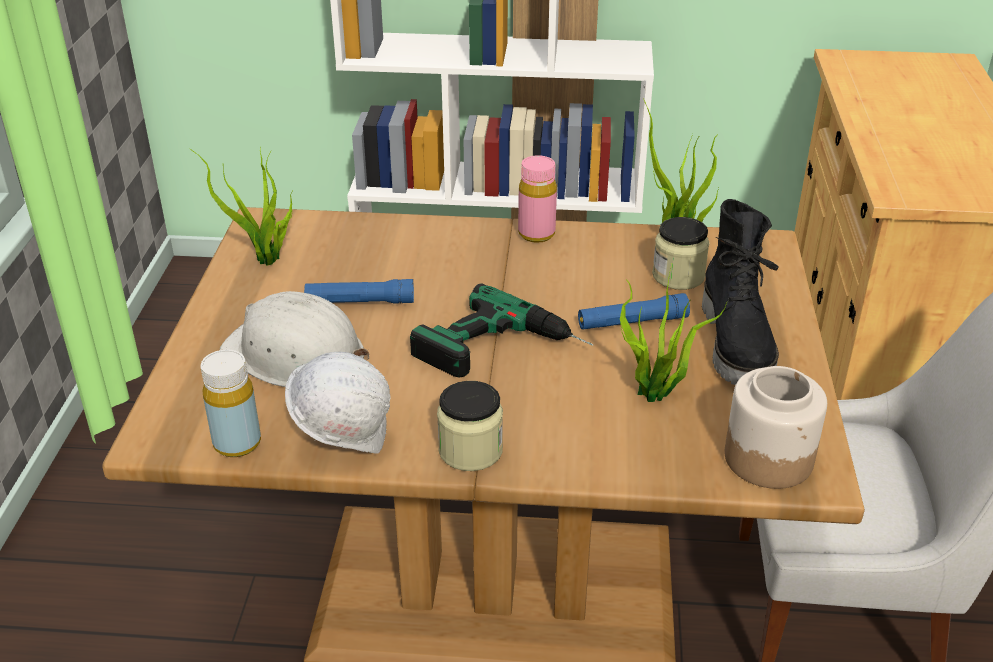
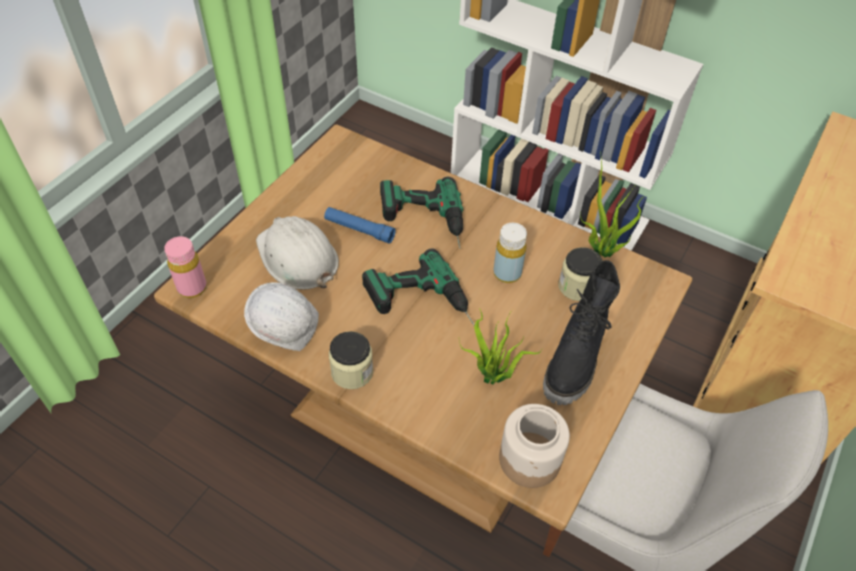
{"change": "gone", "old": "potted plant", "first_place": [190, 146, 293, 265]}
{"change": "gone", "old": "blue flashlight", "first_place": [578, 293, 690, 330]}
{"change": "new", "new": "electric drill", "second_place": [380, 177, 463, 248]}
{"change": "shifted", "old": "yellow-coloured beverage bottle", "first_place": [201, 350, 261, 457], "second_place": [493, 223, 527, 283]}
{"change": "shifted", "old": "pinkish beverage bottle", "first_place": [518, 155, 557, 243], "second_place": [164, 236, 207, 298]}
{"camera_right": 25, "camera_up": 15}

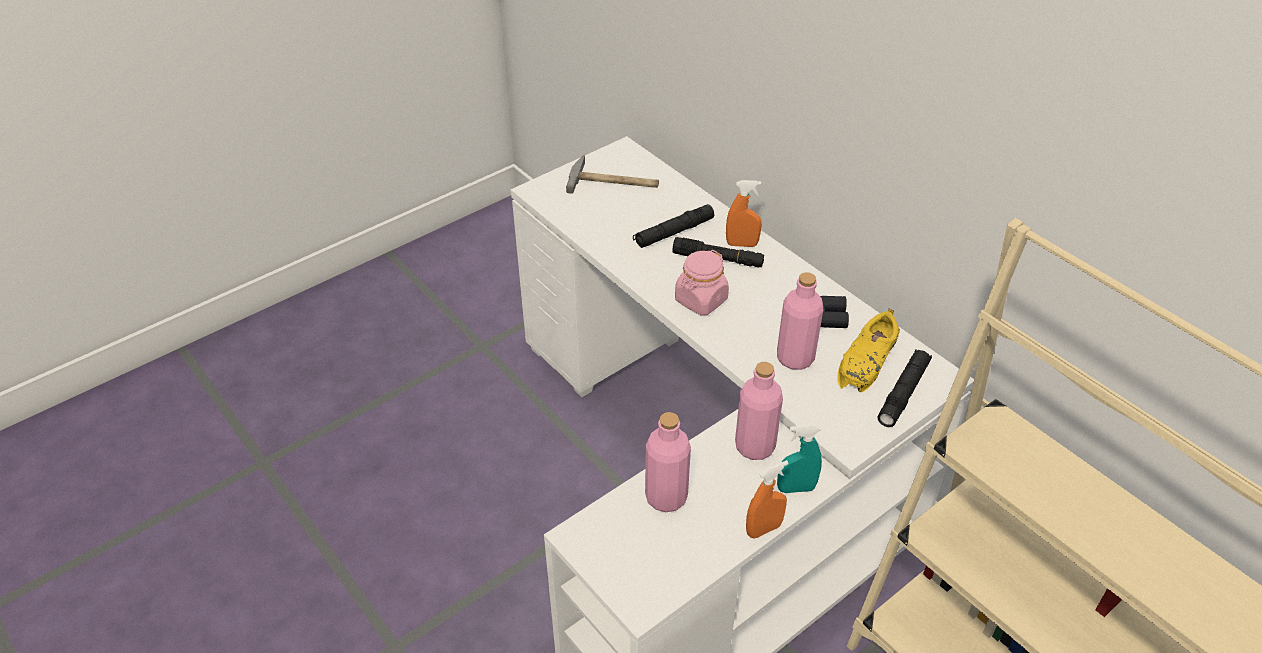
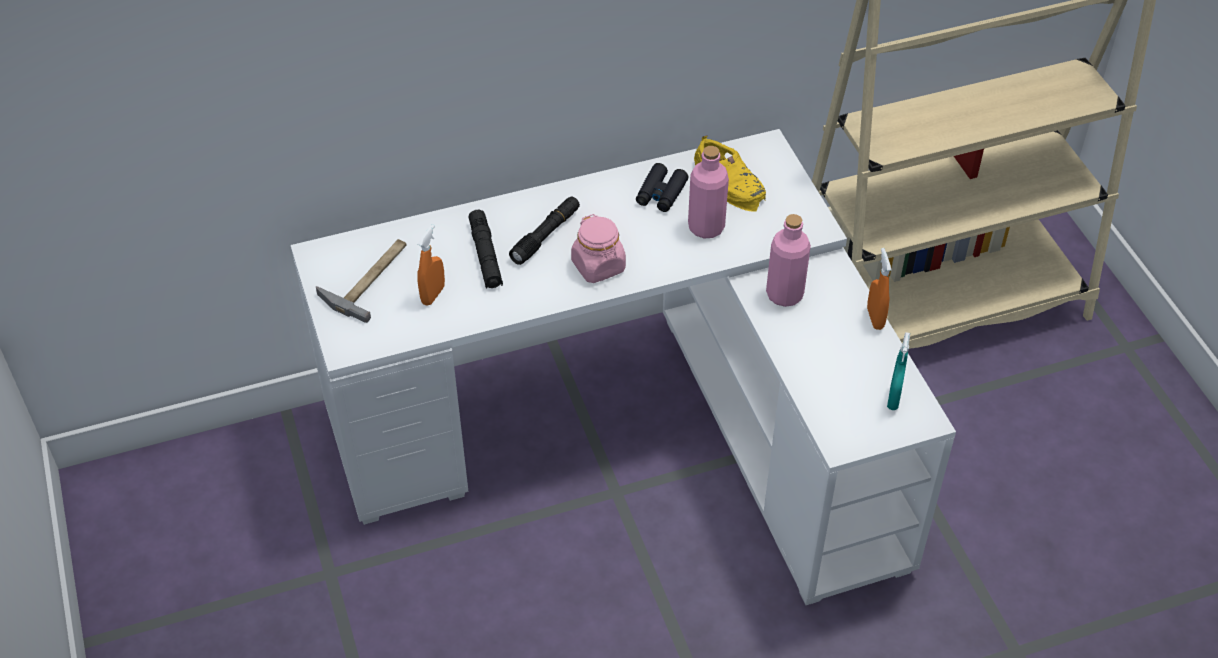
{"change": "gone", "old": "pinkish beverage bottle", "first_place": [645, 412, 691, 512]}
{"change": "gone", "old": "black flashlight", "first_place": [877, 349, 932, 427]}
{"change": "shifted", "old": "orangey hand sprayer", "first_place": [726, 180, 762, 247], "second_place": [418, 224, 445, 306]}
{"change": "shifted", "old": "blue-green hand sprayer", "first_place": [777, 424, 822, 493], "second_place": [887, 332, 910, 410]}
{"camera_right": -70, "camera_up": 5}

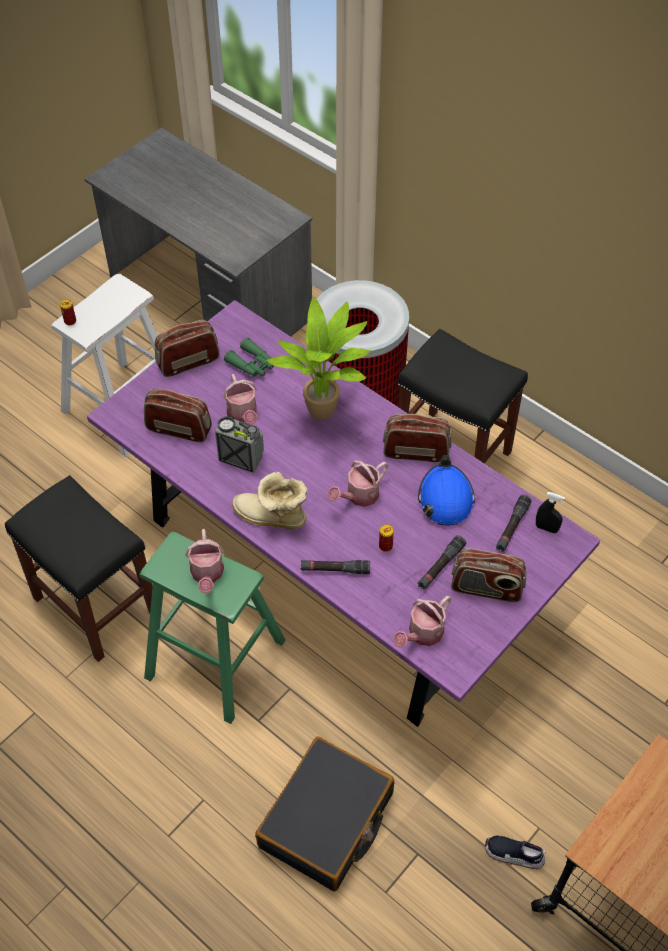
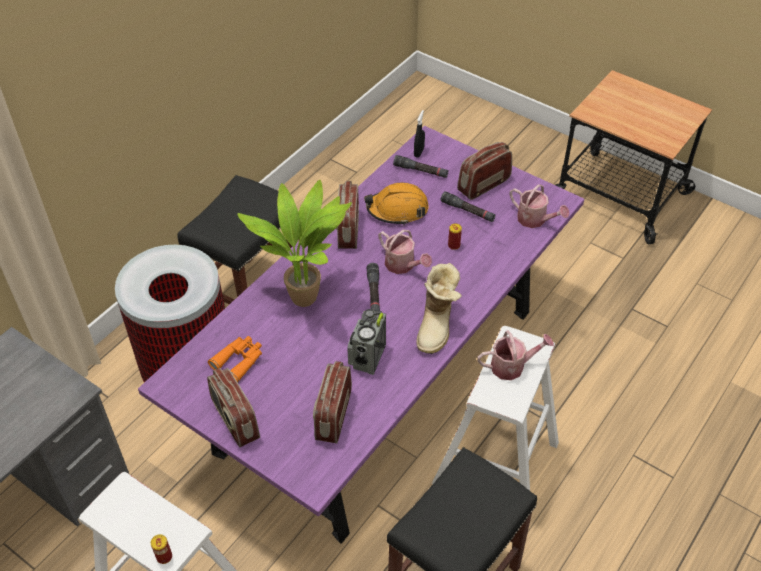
{"change": "gone", "old": "watering can", "first_place": [223, 374, 257, 425]}
{"change": "gone", "old": "black travel case", "first_place": [255, 737, 394, 892]}
{"change": "gone", "old": "low shoe", "first_place": [485, 835, 546, 869]}
{"change": "shifted", "old": "black flashlight", "first_place": [301, 560, 370, 574], "second_place": [367, 263, 380, 316]}
{"change": "repainted", "old": "green stool", "new": "whitish stool", "first_place": [140, 532, 286, 724], "second_place": [432, 326, 559, 491]}
{"change": "repainted", "old": "green pair of binoculars", "new": "orangey pair of binoculars", "first_place": [224, 337, 274, 377], "second_place": [208, 336, 262, 382]}
{"change": "repainted", "old": "blue safety helmet", "new": "orangey safety helmet", "first_place": [418, 455, 475, 526], "second_place": [364, 183, 429, 225]}
{"change": "rotated", "old": "radio receiver", "first_place": [451, 548, 526, 602], "second_place": [457, 142, 512, 200], "degrees": -135}
{"camera_right": -95, "camera_up": -5}

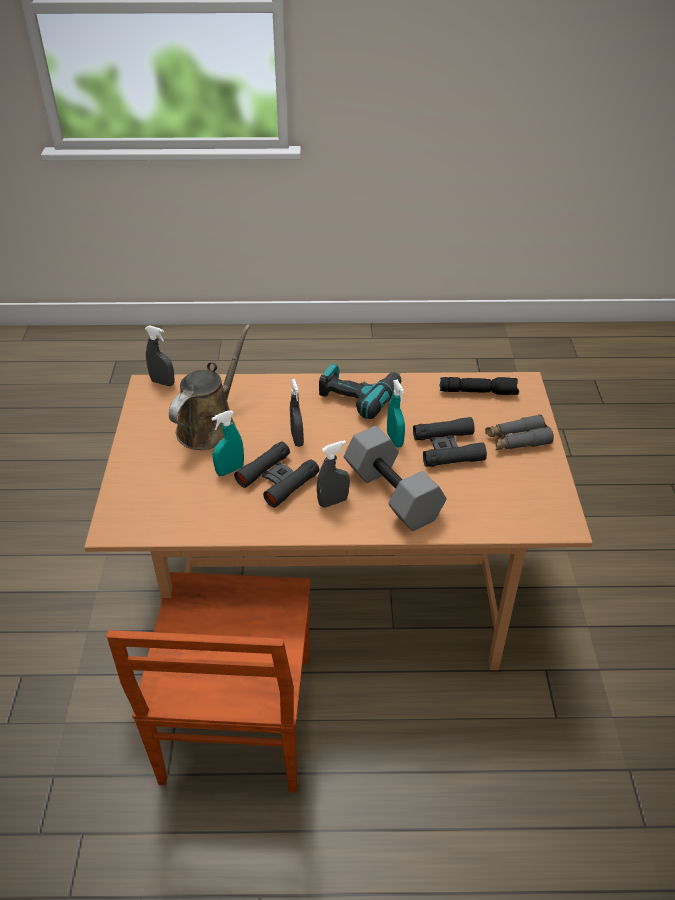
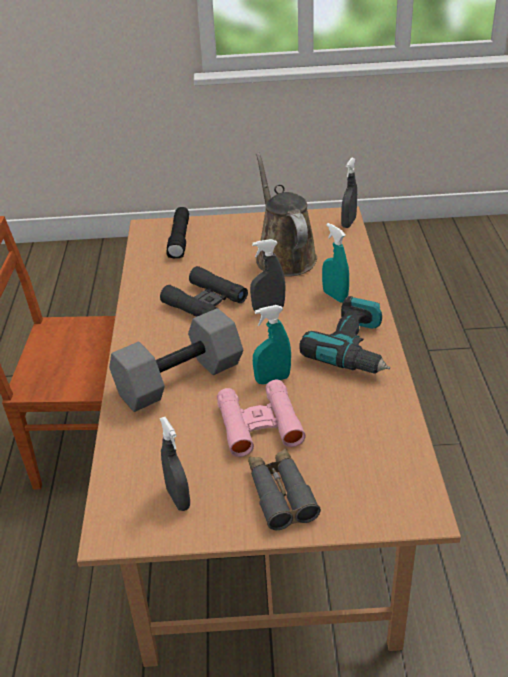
{"change": "shifted", "old": "blue-green hand sprayer", "first_place": [211, 410, 244, 476], "second_place": [322, 223, 349, 303]}
{"change": "shifted", "old": "gray hand sprayer", "first_place": [317, 440, 350, 508], "second_place": [160, 417, 190, 511]}
{"change": "shifted", "old": "black flashlight", "first_place": [440, 377, 519, 395], "second_place": [166, 207, 189, 258]}
{"change": "repainted", "old": "black pair of binoculars", "new": "pinkish pair of binoculars", "first_place": [413, 417, 487, 467], "second_place": [217, 380, 306, 457]}
{"change": "rotated", "old": "brown-coloured watering can", "first_place": [169, 324, 251, 450], "second_place": [256, 152, 317, 277], "degrees": -135}
{"camera_right": 90, "camera_up": -5}

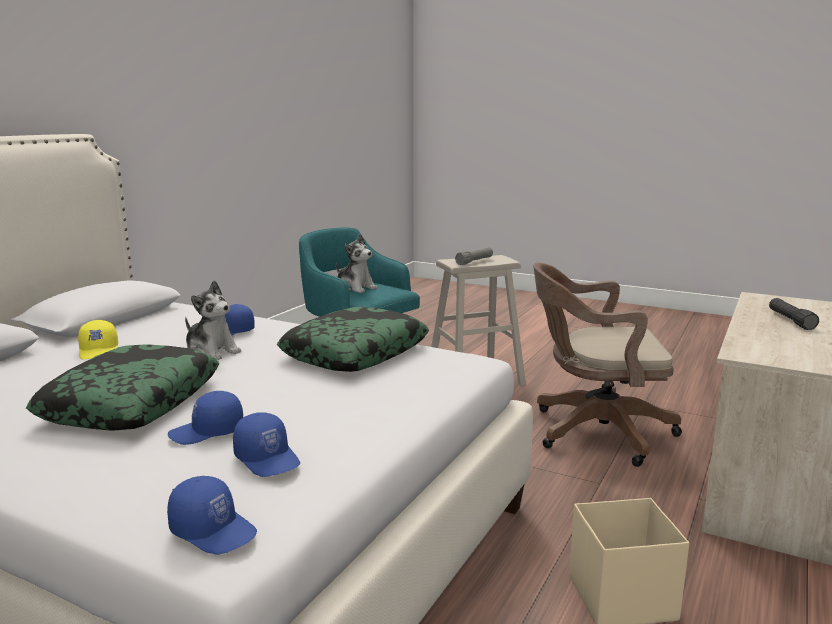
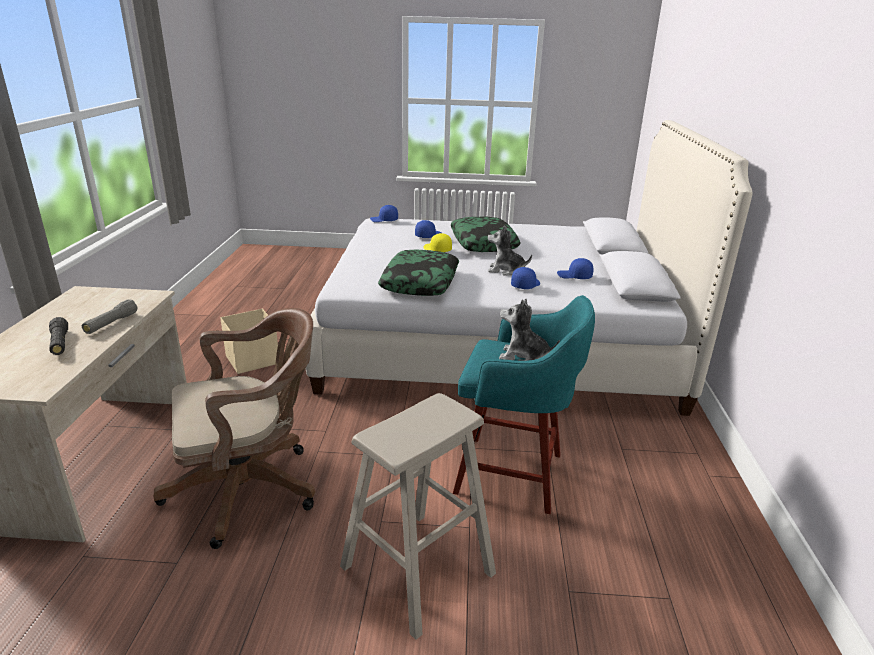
{"change": "shifted", "old": "yellow-coloured baseball cap", "first_place": [78, 320, 118, 360], "second_place": [423, 233, 452, 252]}
{"change": "shifted", "old": "blue baseball cap", "first_place": [233, 412, 300, 477], "second_place": [557, 258, 594, 279]}
{"change": "shifted", "old": "gray flashlight", "first_place": [455, 247, 493, 265], "second_place": [82, 300, 138, 334]}
{"camera_right": 155, "camera_up": 10}

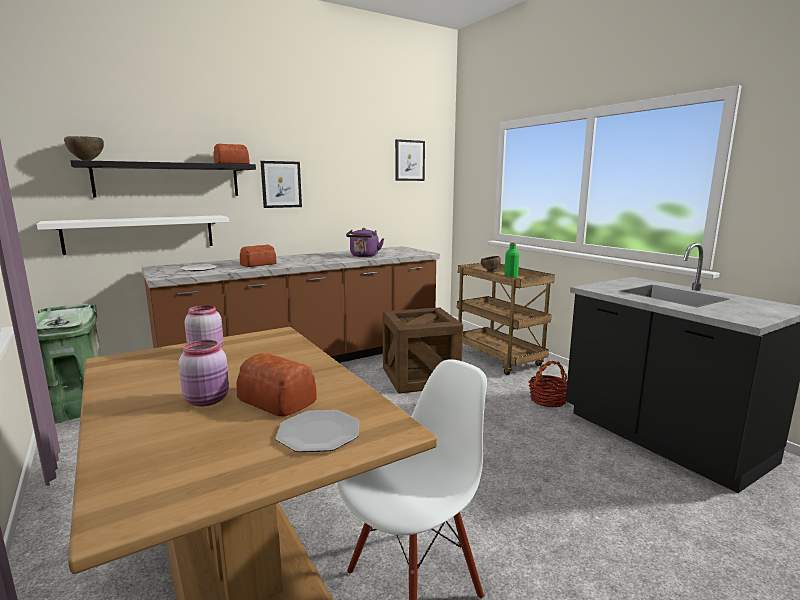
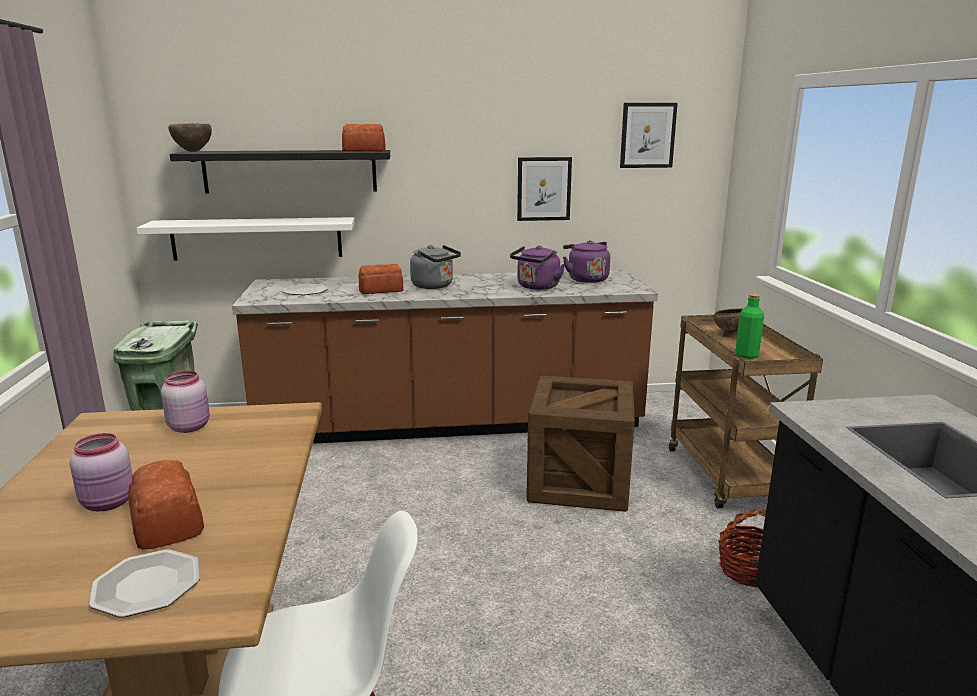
{"change": "new", "new": "gray kettle", "second_place": [410, 245, 461, 289]}
{"change": "new", "new": "purplish kettle", "second_place": [563, 240, 610, 283]}
{"change": "shifted", "old": "picture", "first_place": [261, 161, 302, 208], "second_place": [517, 157, 572, 221]}
{"camera_right": 25, "camera_up": 5}

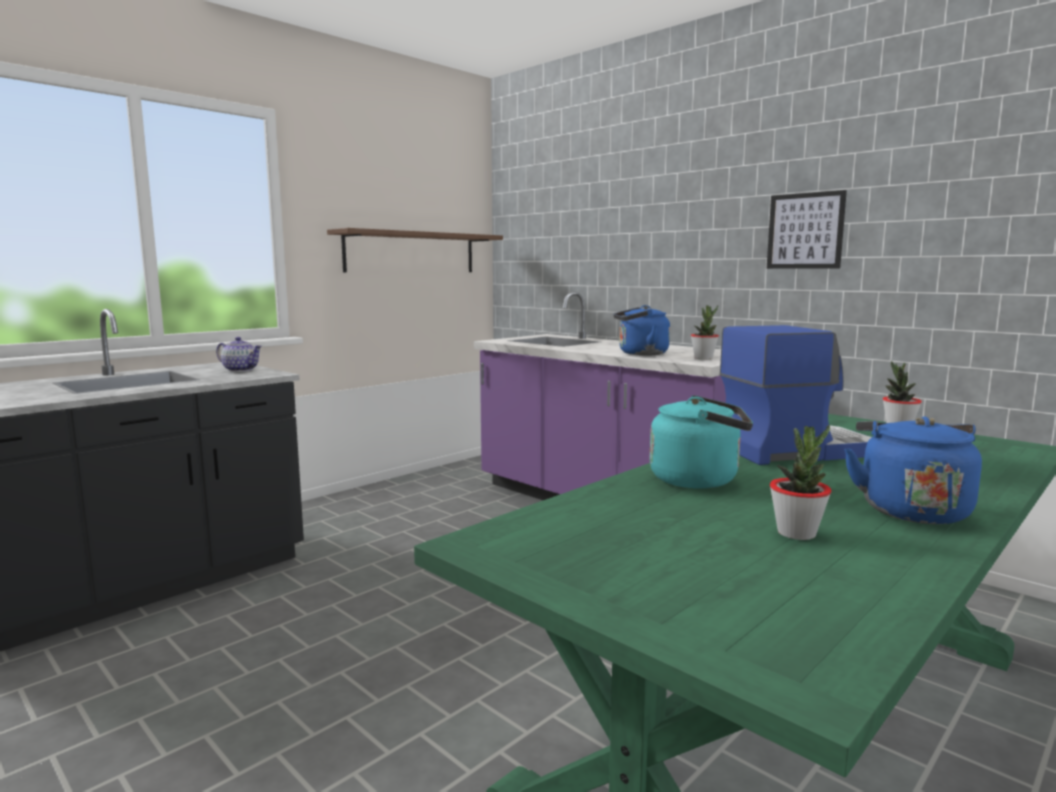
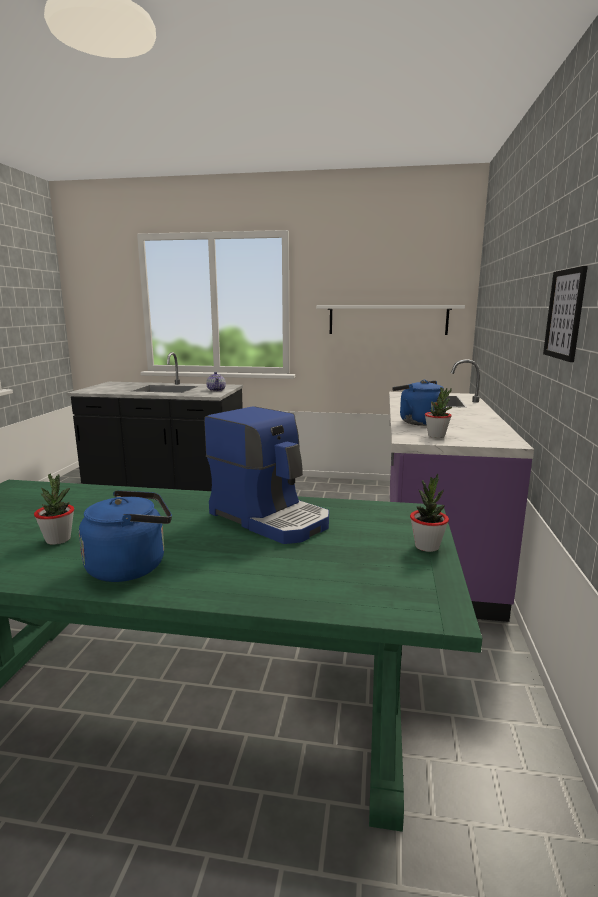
{"change": "gone", "old": "blue-green kettle", "first_place": [649, 395, 753, 489]}
{"change": "repainted", "old": "brown-coloured wall shelf", "new": "whitish wall shelf", "first_place": [327, 228, 503, 273], "second_place": [316, 305, 465, 335]}
{"camera_right": 55, "camera_up": 5}

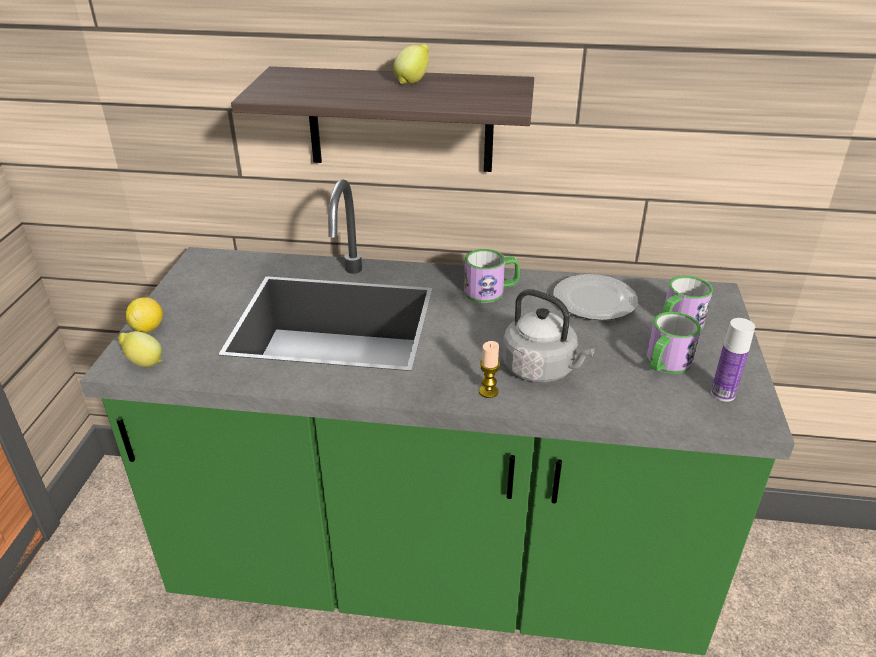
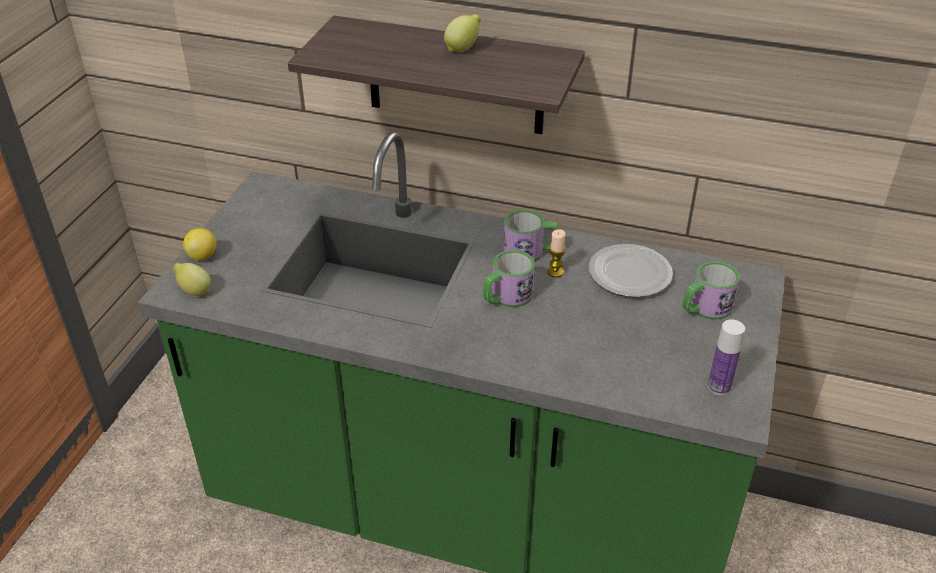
{"change": "gone", "old": "gray kettle", "first_place": [503, 289, 595, 383]}
{"change": "shifted", "old": "candle", "first_place": [479, 341, 500, 398], "second_place": [547, 229, 566, 277]}
{"change": "shifted", "old": "coffee mug", "first_place": [647, 311, 701, 374], "second_place": [483, 250, 535, 307]}
{"camera_right": 10, "camera_up": 5}

